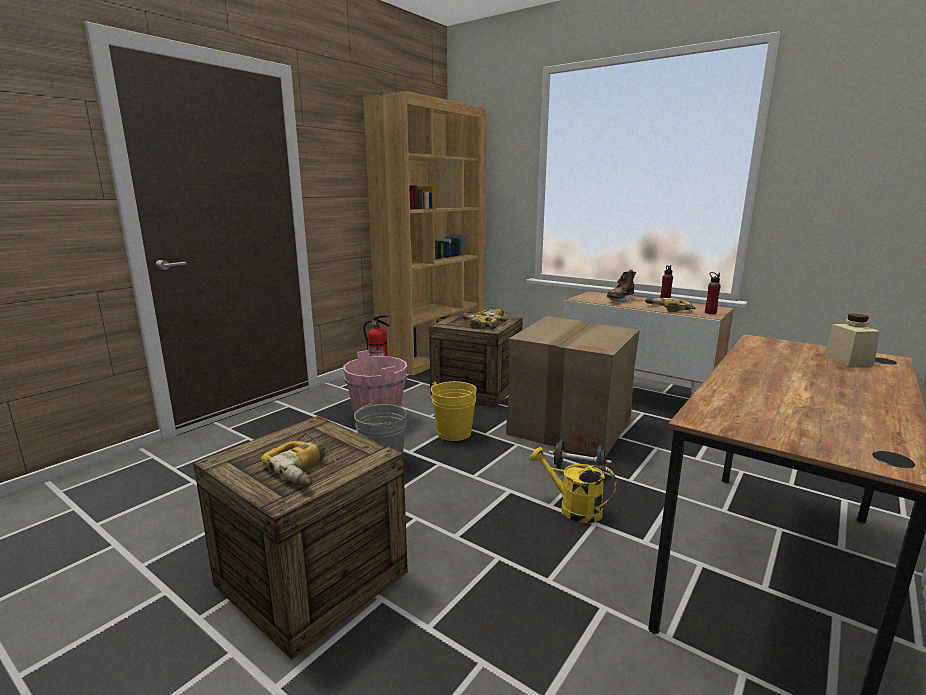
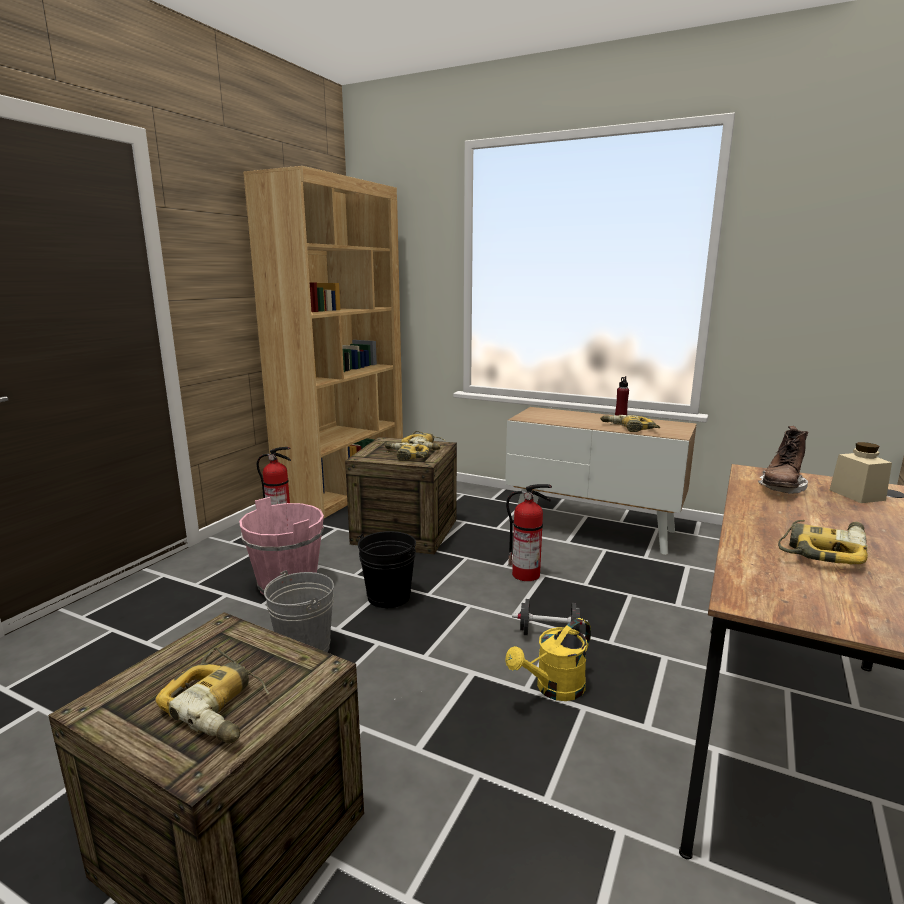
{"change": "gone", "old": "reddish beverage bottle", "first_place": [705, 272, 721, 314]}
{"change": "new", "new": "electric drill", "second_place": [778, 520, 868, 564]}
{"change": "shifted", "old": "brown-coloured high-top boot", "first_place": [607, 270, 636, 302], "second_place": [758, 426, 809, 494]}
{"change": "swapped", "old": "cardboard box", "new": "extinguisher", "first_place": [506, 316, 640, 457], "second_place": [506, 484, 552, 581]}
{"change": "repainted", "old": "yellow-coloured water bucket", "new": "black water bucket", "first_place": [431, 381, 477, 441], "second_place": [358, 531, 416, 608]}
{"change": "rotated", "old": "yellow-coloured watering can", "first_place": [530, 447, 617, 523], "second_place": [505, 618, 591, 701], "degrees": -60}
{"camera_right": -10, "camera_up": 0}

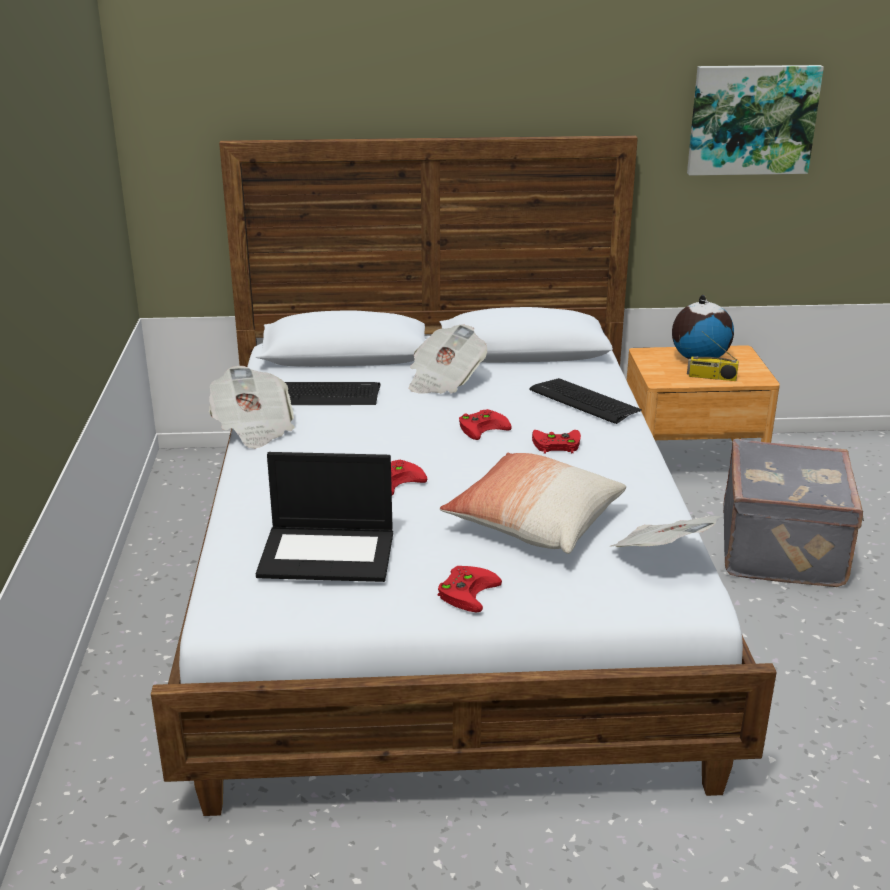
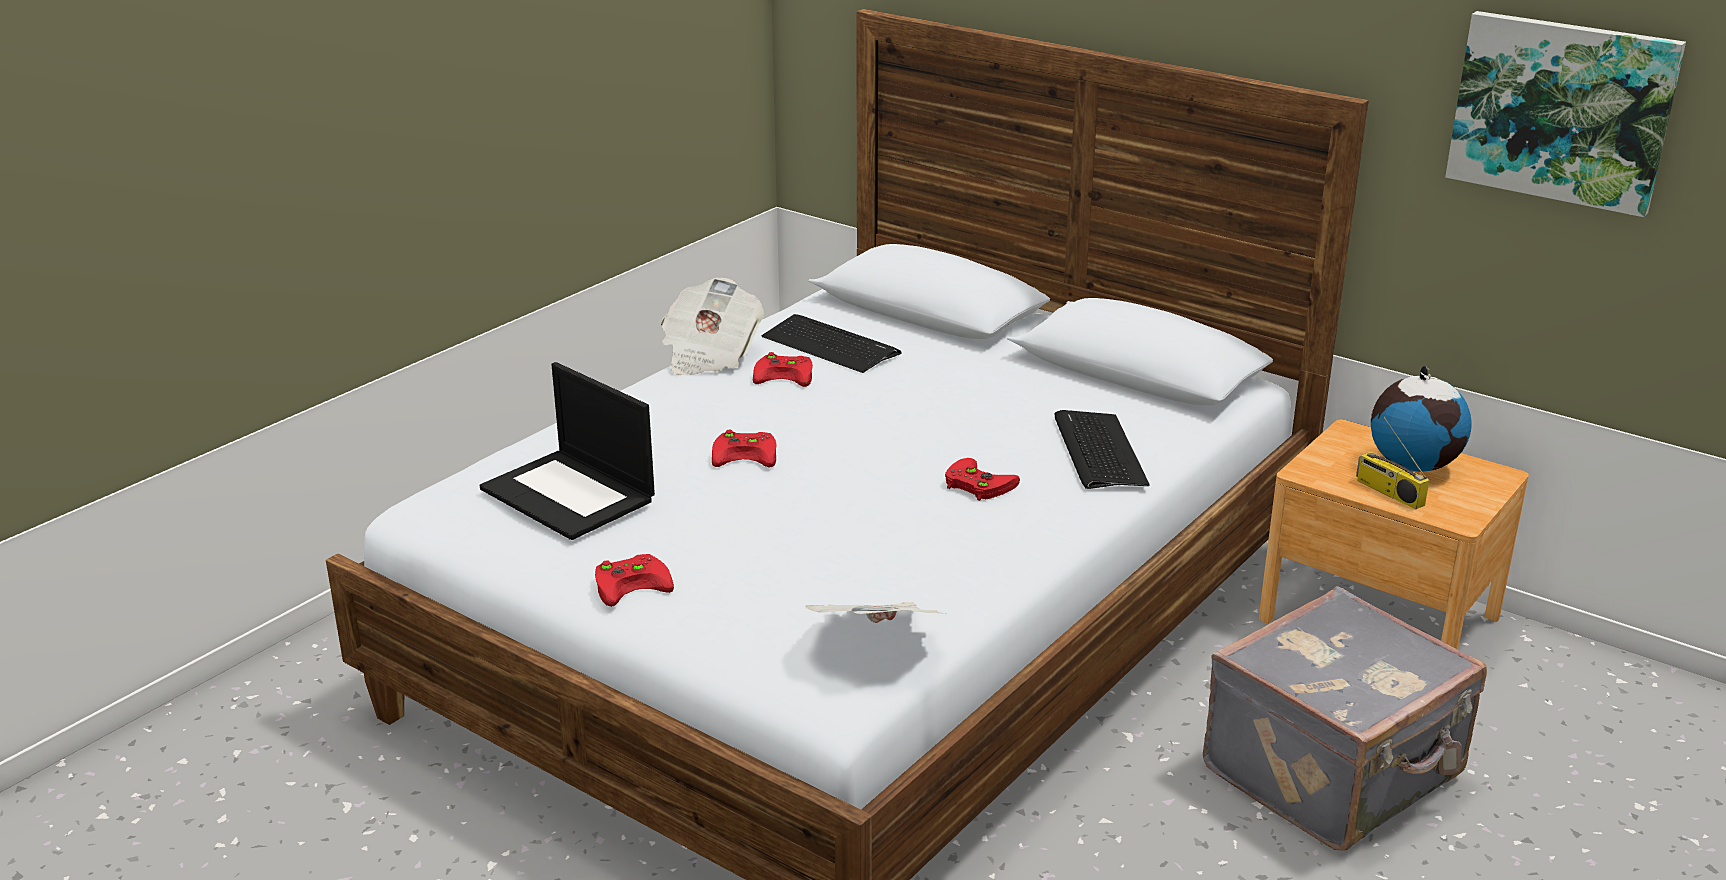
{"change": "gone", "old": "daily paper", "first_place": [409, 324, 487, 394]}
{"change": "gone", "old": "pillow", "first_place": [440, 453, 626, 554]}
{"change": "shifted", "old": "reddish joypad", "first_place": [459, 409, 512, 440], "second_place": [753, 352, 813, 387]}
{"camera_right": 40, "camera_up": 0}

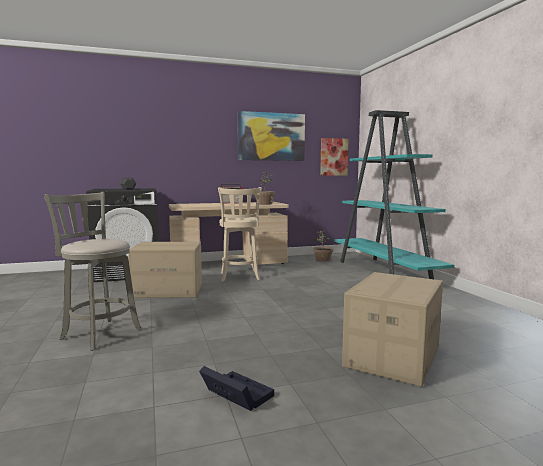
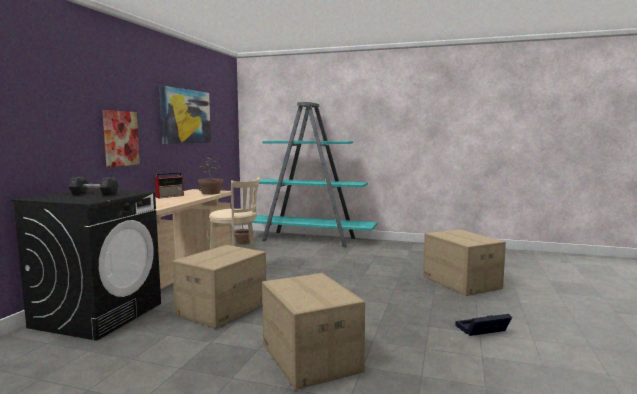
{"change": "shifted", "old": "picture", "first_place": [320, 138, 349, 176], "second_place": [102, 110, 140, 167]}
{"change": "swapped", "old": "gray stool", "new": "cardboard box", "first_place": [44, 192, 142, 351], "second_place": [262, 273, 365, 390]}
{"camera_right": -55, "camera_up": 0}

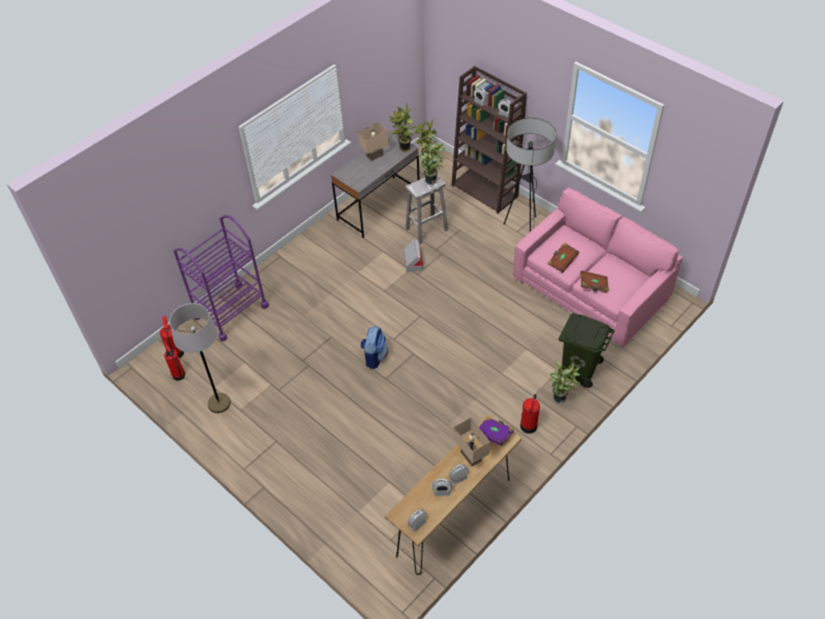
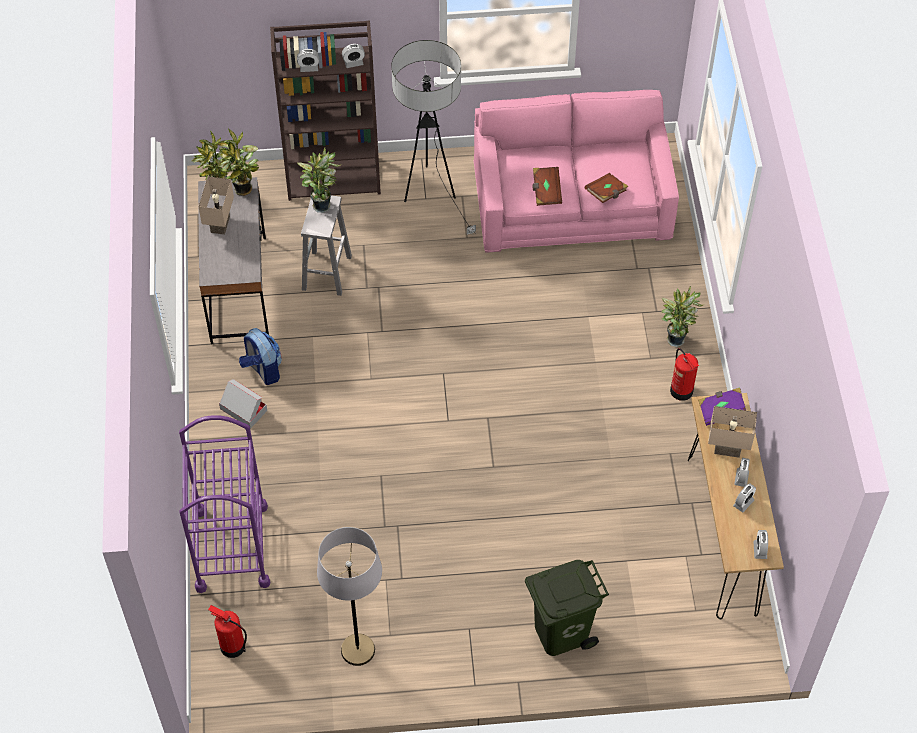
{"change": "gone", "old": "extinguisher", "first_place": [164, 342, 185, 381]}
{"change": "shifted", "old": "backpack", "first_place": [361, 326, 388, 369], "second_place": [239, 328, 282, 385]}
{"change": "shifted", "old": "cardboard box", "first_place": [404, 239, 424, 272], "second_place": [219, 379, 267, 429]}
{"change": "shifted", "old": "green rubbish bin", "first_place": [558, 313, 615, 388], "second_place": [525, 560, 609, 656]}
{"camera_right": -50, "camera_up": 5}

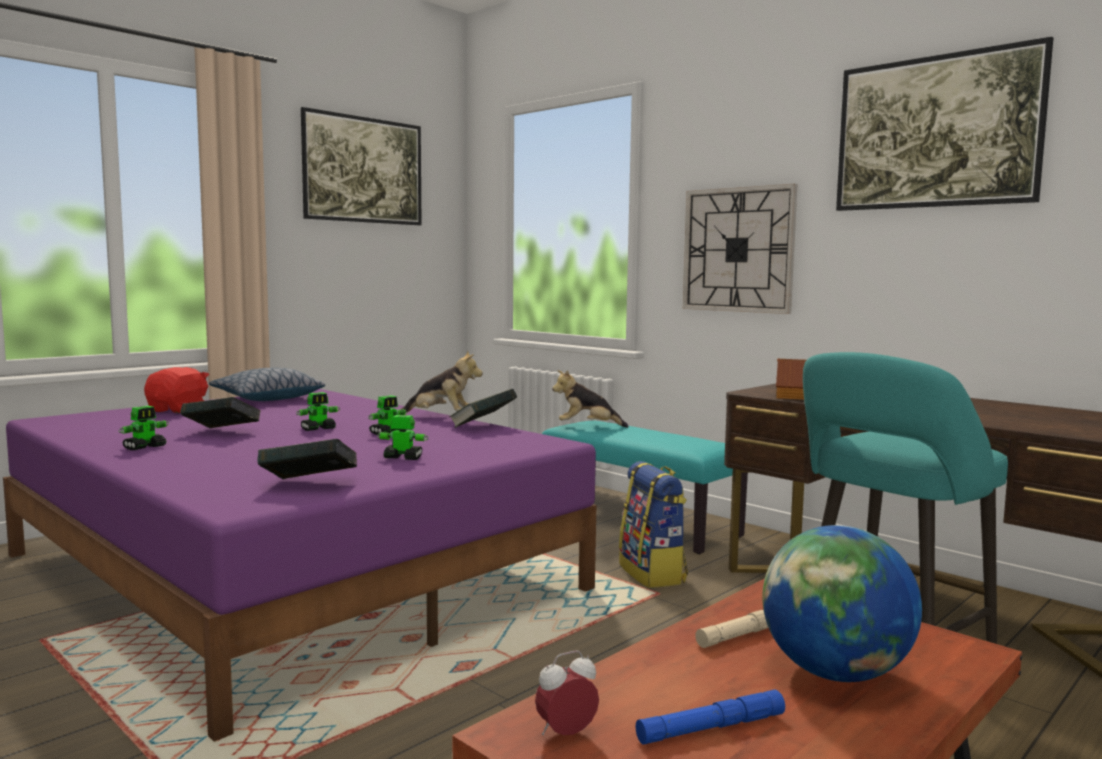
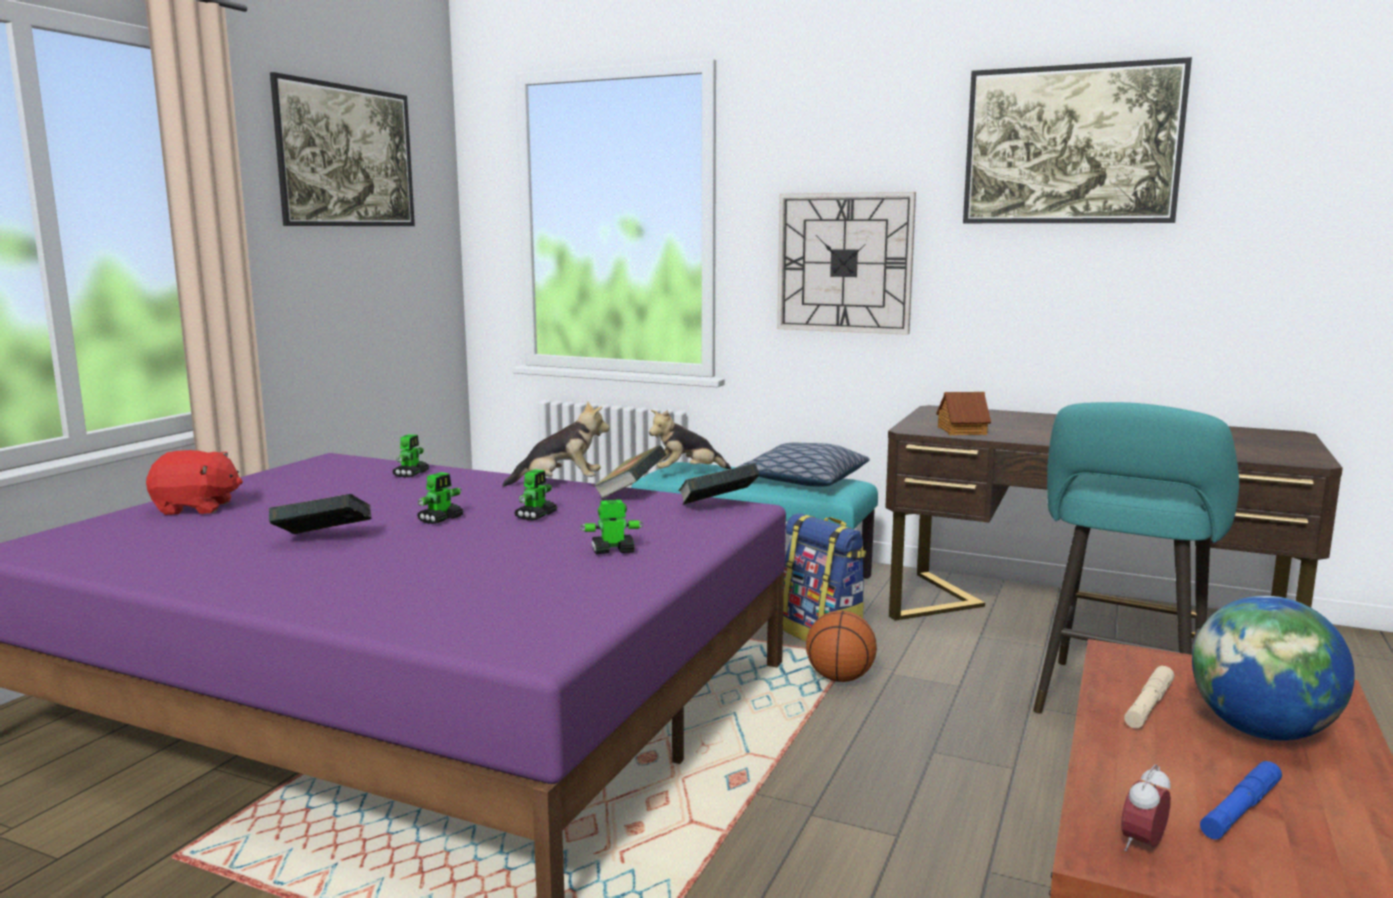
{"change": "new", "new": "ball for basketball", "second_place": [806, 611, 877, 682]}
{"change": "shifted", "old": "robot figure", "first_place": [119, 406, 169, 450], "second_place": [392, 434, 430, 478]}
{"change": "shifted", "old": "pillow", "first_place": [209, 368, 325, 401], "second_place": [738, 443, 870, 487]}
{"change": "shifted", "old": "volume", "first_place": [257, 439, 357, 479], "second_place": [678, 463, 759, 505]}
{"change": "rotated", "old": "reddish soft toy", "first_place": [144, 367, 209, 413], "second_place": [146, 450, 243, 515], "degrees": 90}
{"camera_right": -20, "camera_up": 5}

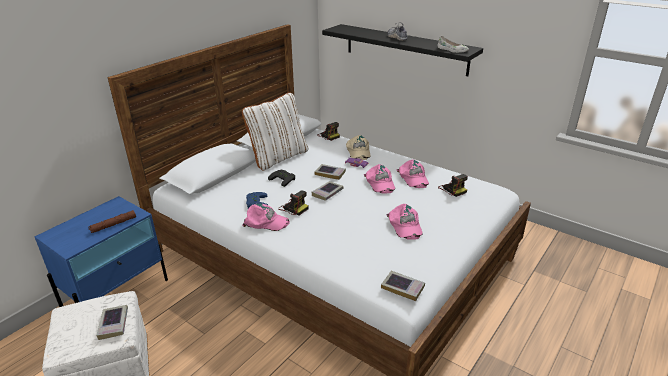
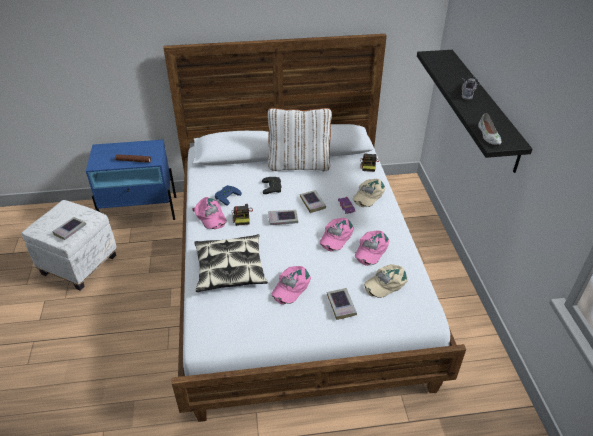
{"change": "new", "new": "pillow", "second_place": [194, 234, 268, 292]}
{"change": "shifted", "old": "volume", "first_place": [381, 271, 425, 301], "second_place": [327, 288, 357, 320]}
{"change": "swapped", "old": "still camera", "new": "beige-coloured baseball cap", "first_place": [438, 174, 468, 197], "second_place": [364, 264, 408, 298]}
{"camera_right": 45, "camera_up": 10}

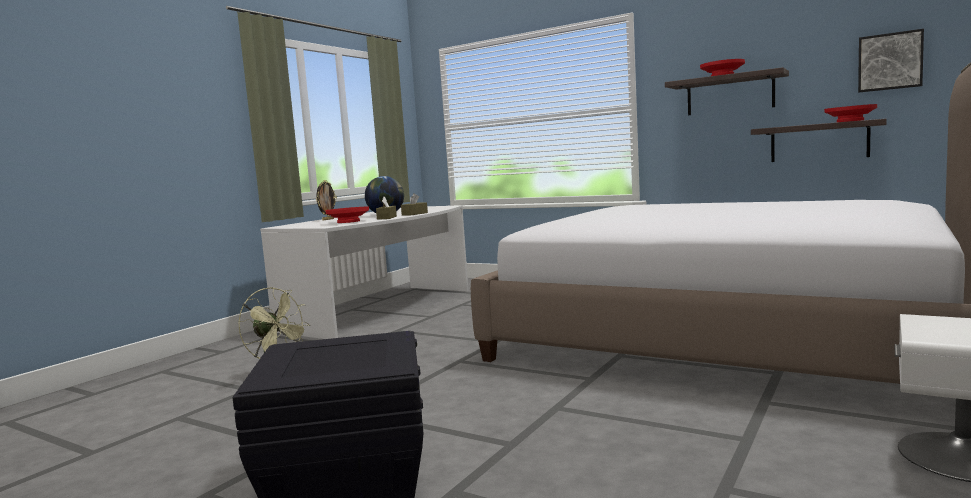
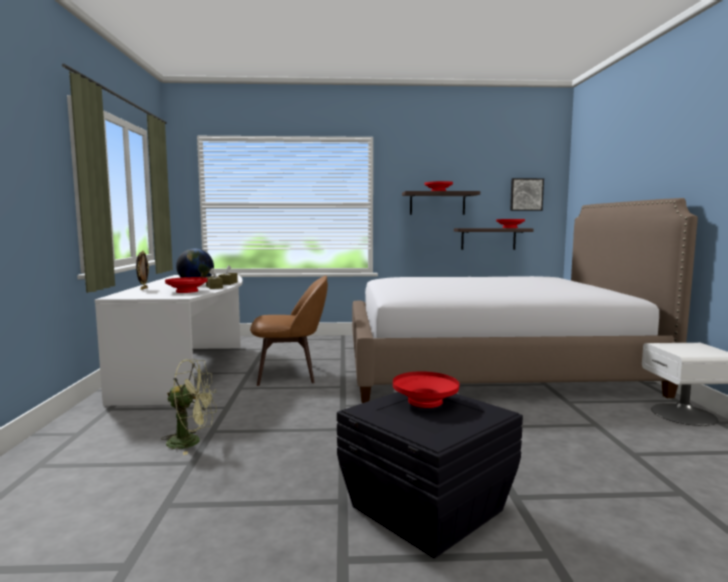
{"change": "new", "new": "brown-coloured chair", "second_place": [250, 275, 328, 386]}
{"change": "new", "new": "reddish deep dish", "second_place": [393, 371, 459, 408]}
{"camera_right": -35, "camera_up": 0}

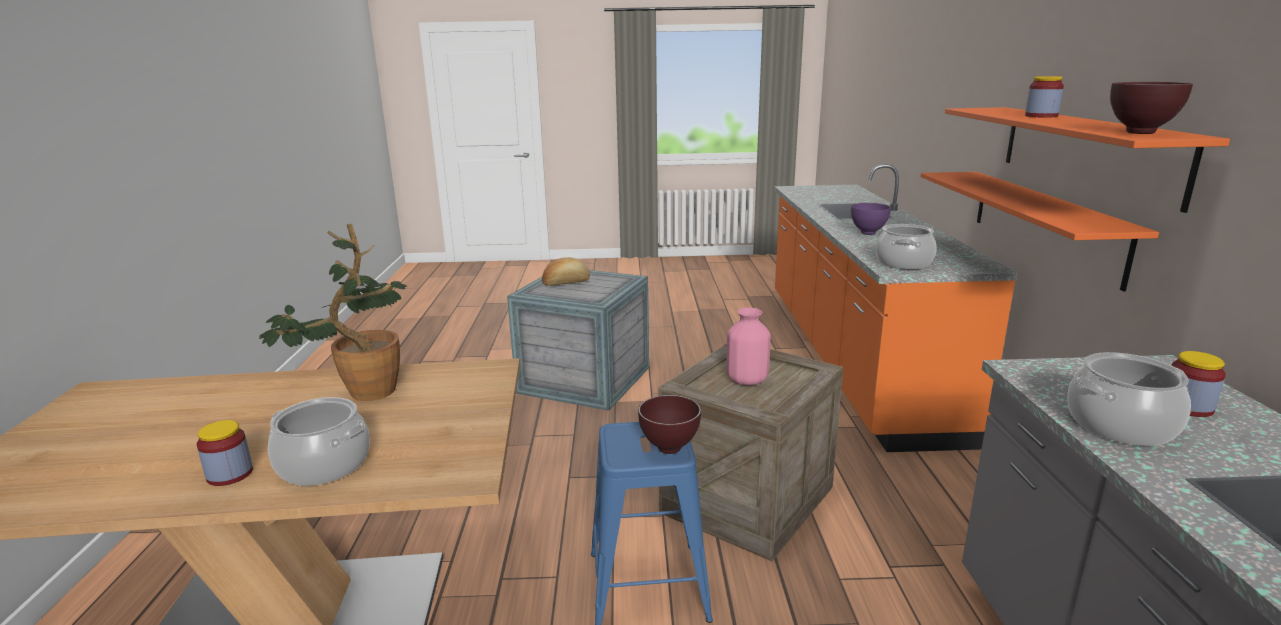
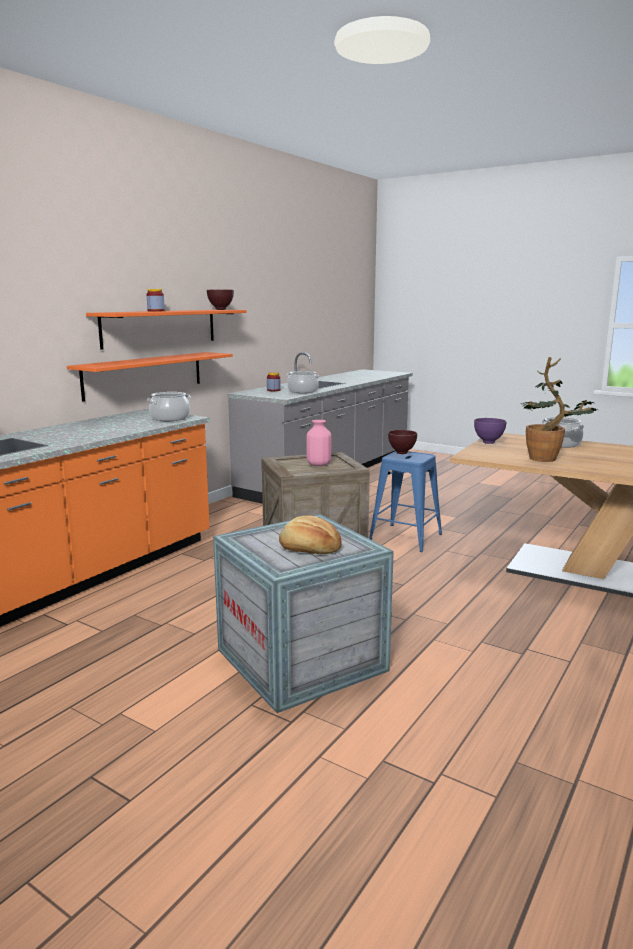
{"change": "gone", "old": "storage jar", "first_place": [197, 420, 253, 486]}
{"change": "shifted", "old": "purplish deep dish", "first_place": [851, 203, 891, 235], "second_place": [474, 418, 506, 444]}
{"camera_right": -145, "camera_up": -5}

